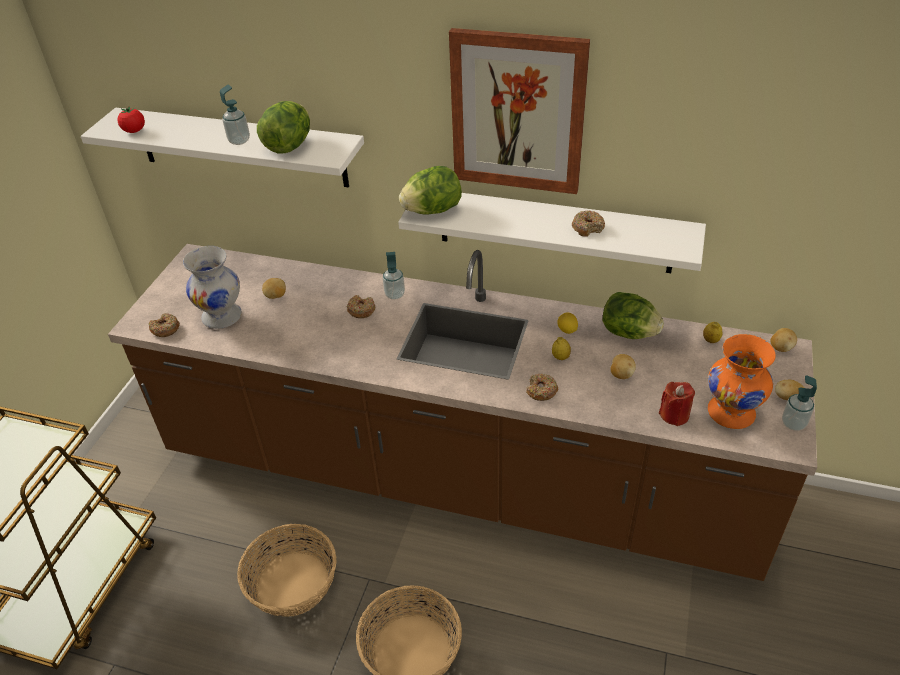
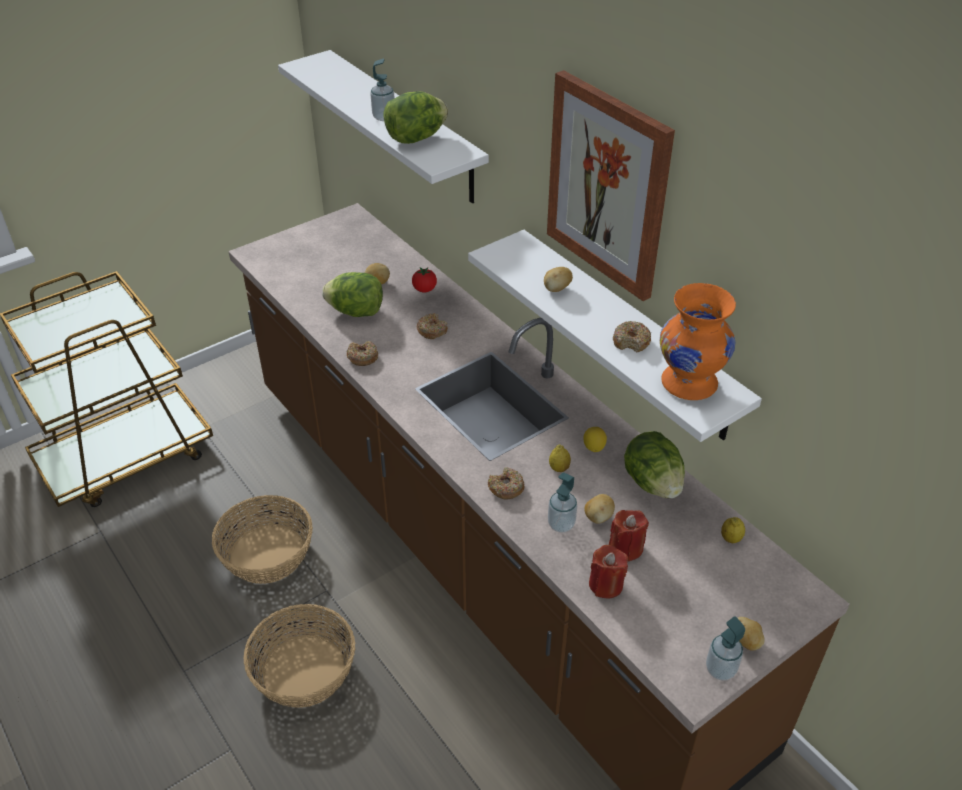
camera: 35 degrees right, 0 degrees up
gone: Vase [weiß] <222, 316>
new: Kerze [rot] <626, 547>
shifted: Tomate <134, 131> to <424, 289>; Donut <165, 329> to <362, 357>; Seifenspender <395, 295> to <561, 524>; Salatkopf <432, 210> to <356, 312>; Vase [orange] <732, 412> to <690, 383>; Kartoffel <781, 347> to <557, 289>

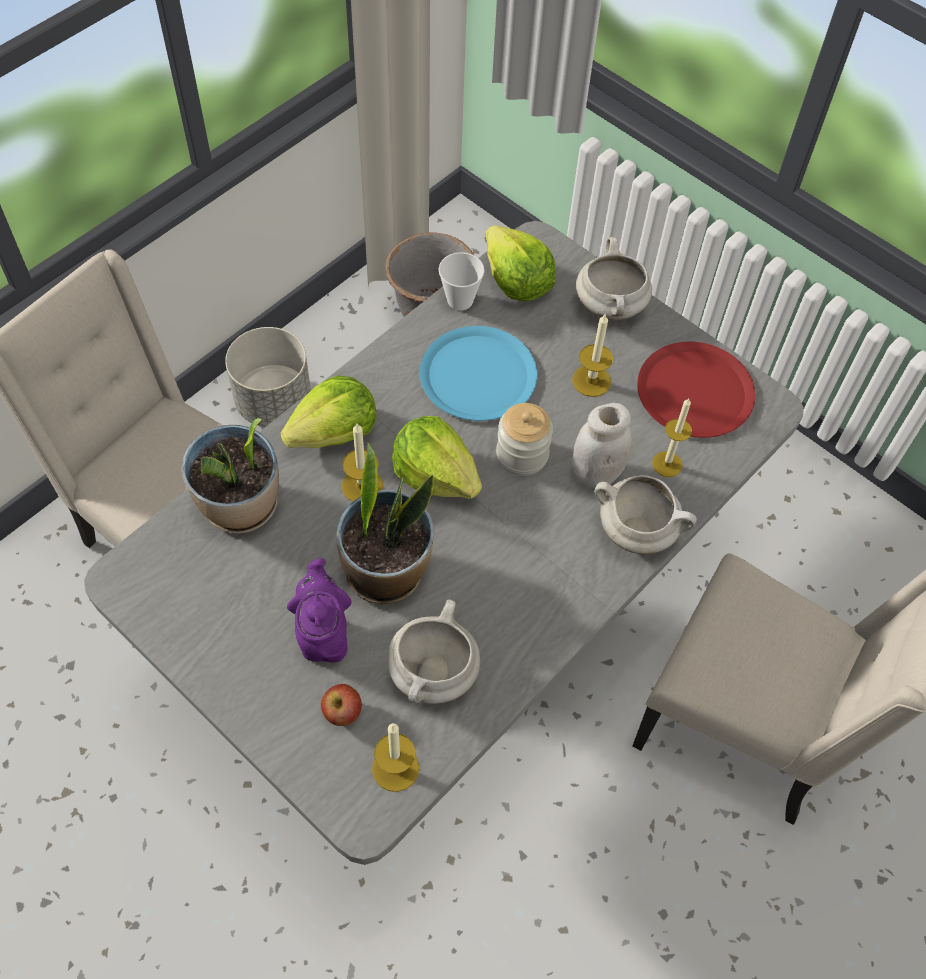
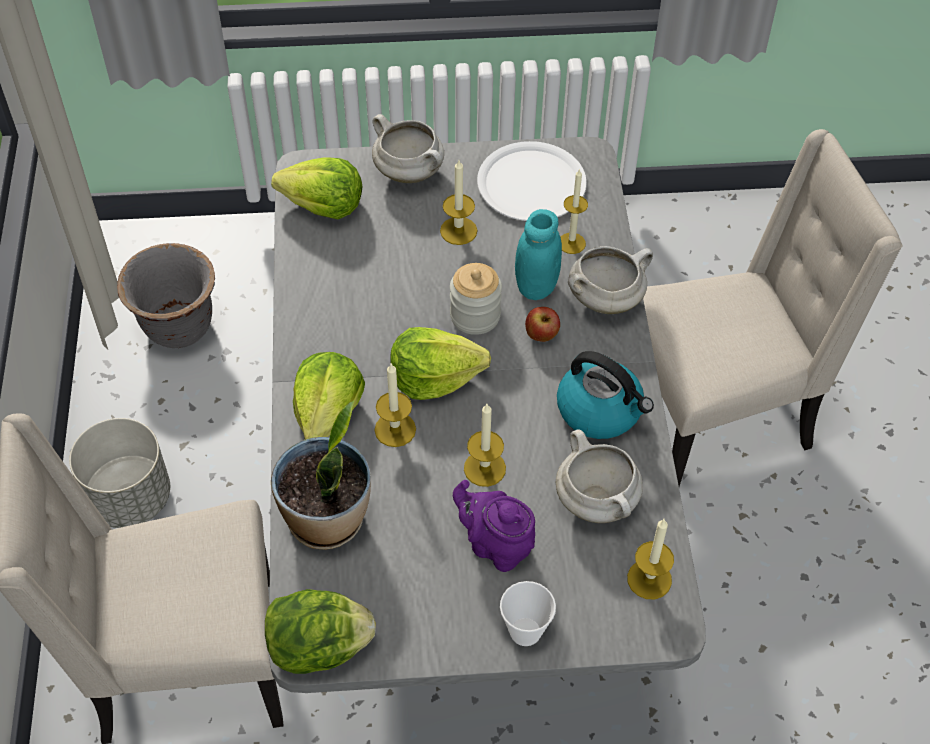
camera: 45 degrees left, 5 degrees down
gone: Teller [blau] <478, 375>
new: Salatkopf <318, 647>; Wasserkessel <600, 410>
shifted: Apfel <342, 713> to <541, 336>; Tasse <460, 300> to <525, 631>
swapped: Topfpflanze <386, 571> to Kerze <484, 468>
repainted: Vorratsglas [weiß] <596, 473> to Vorratsglas [türkis] <536, 286>; Teller [rot] <695, 391> to Teller [weiß] <531, 183>

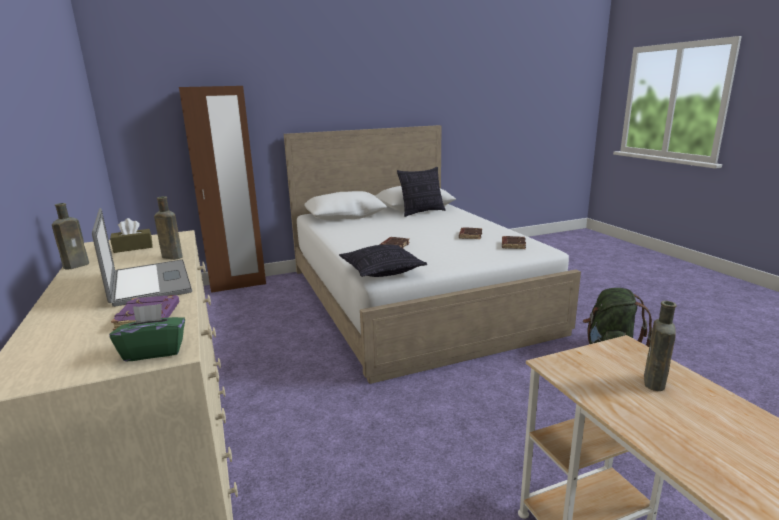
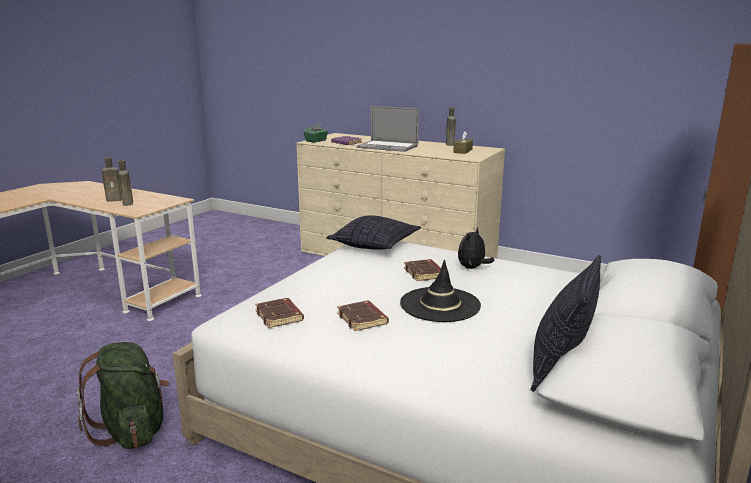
camera: 140 degrees right, 0 degrees up
new: Hut [schwarz] <440, 305>; Plüschtier <472, 268>
shifted: Flasche [braun] <171, 257> to <115, 200>

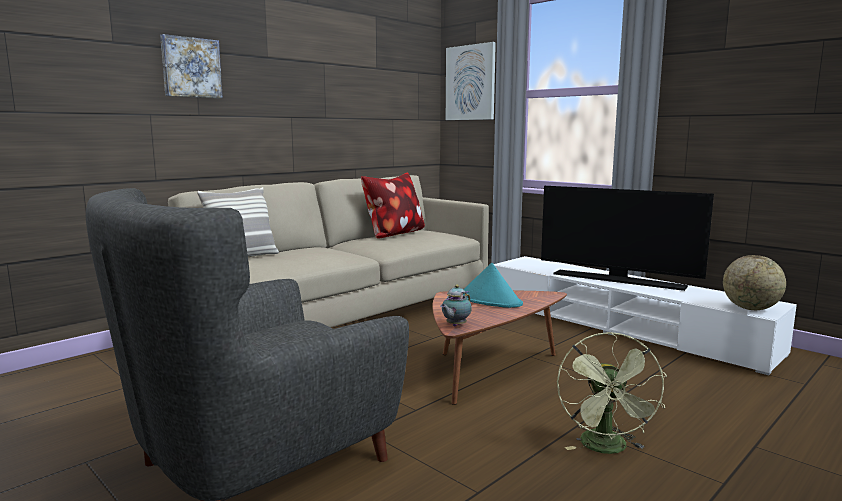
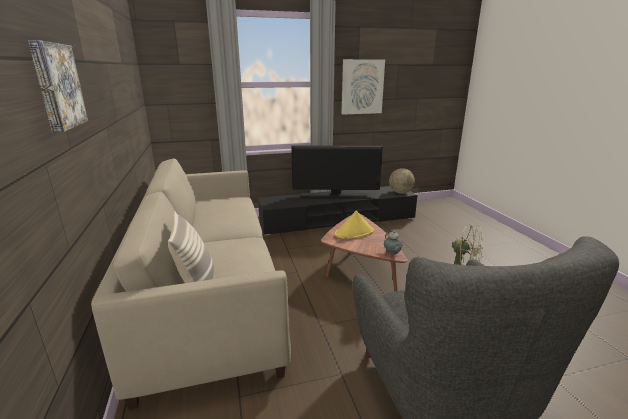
camera: 60 degrees left, 10 degrees up
gone: Kissen <393, 234>
shifted: Bild <470, 83> to <362, 87>
repainted: Hut [türkis] <490, 300> to Hut [gelb] <354, 233>; Fernsehschrank [weiß] <622, 327> to Fernsehschrank [schwarz] <338, 220>
rotated: Fernseher <618, 280> = <335, 196> 150 degrees counterclockwise

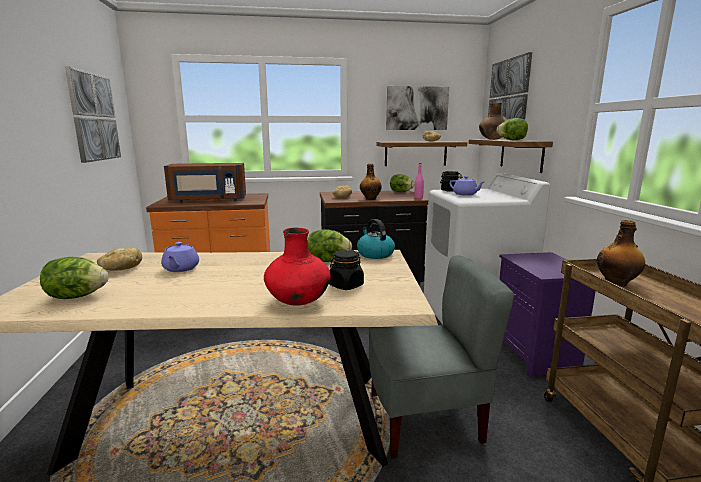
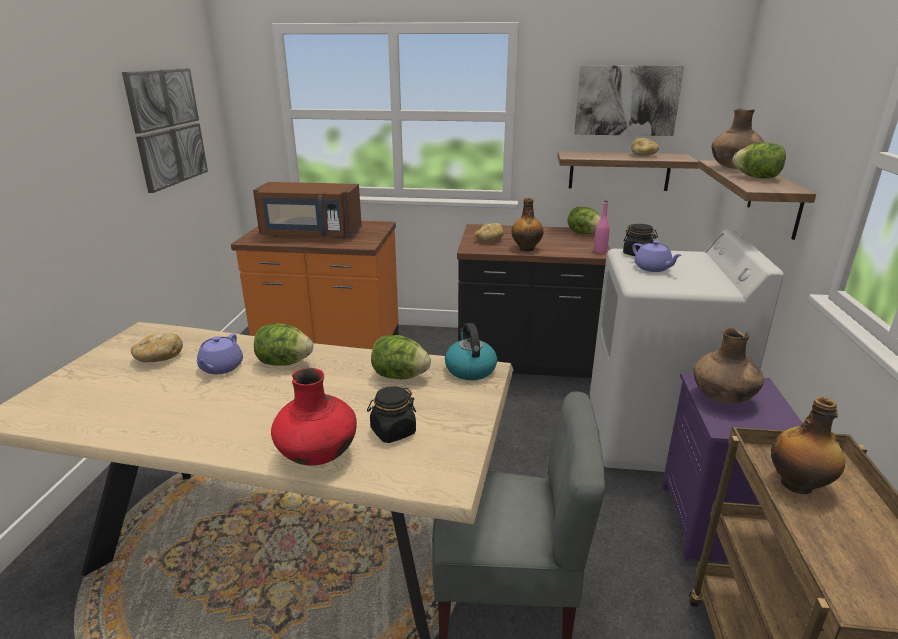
camera: 15 degrees right, 10 degrees up
gone: Bild <508, 96>
new: Vase [braun] <722, 398>
shifted: Salatkopf <77, 297> to <284, 363>

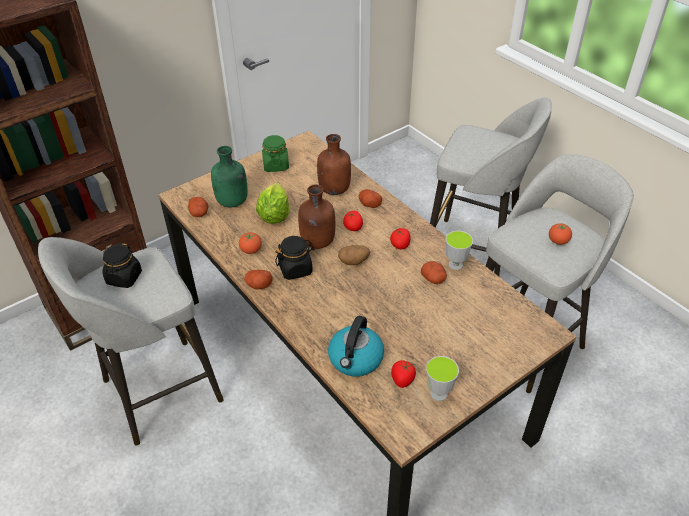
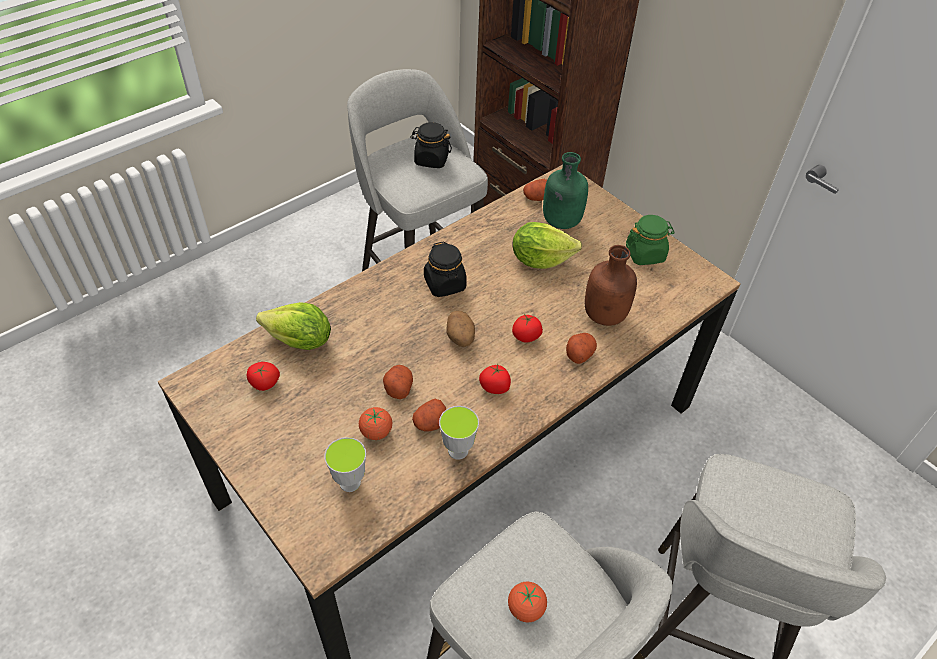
camera: 85 degrees right, 5 degrees up
gone: Flasche [braun] <317, 242>
shifted: Tomate <251, 250> to <376, 432>; Kartoffel <258, 285> to <398, 387>; Tasse <438, 394> to <350, 482>
swapped: Wasserkessel <355, 359> to Salatkopf <300, 341>

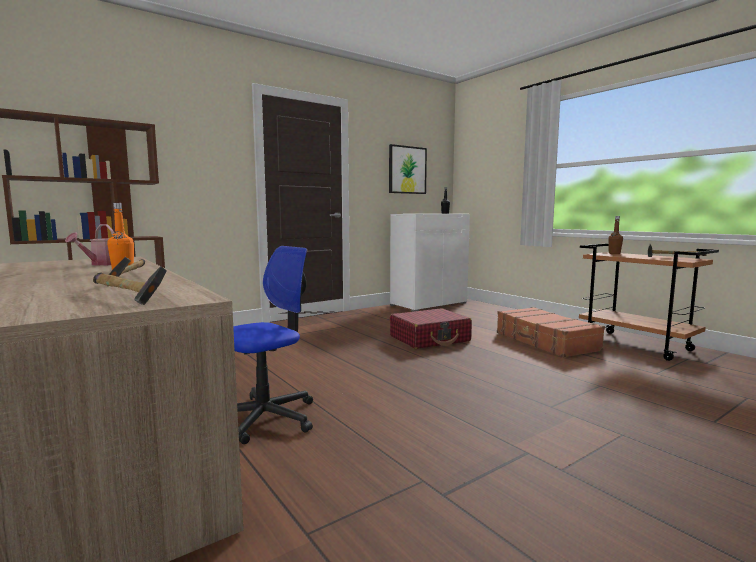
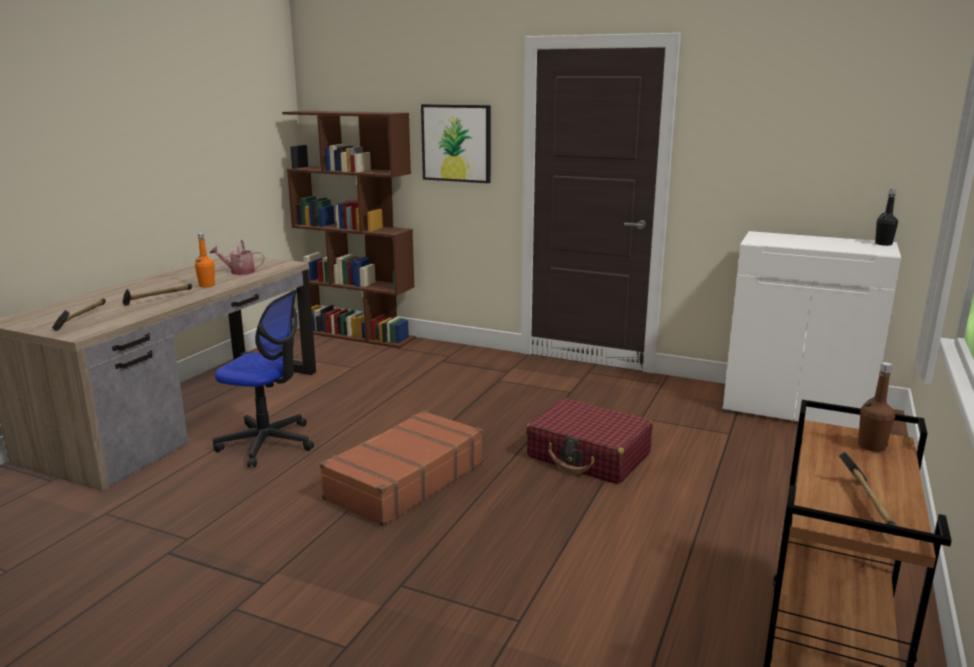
camera: 60 degrees right, 10 degrees up
shifted: Bild <407, 170> to <456, 143>; Koffer [braun] <545, 342> to <404, 481>

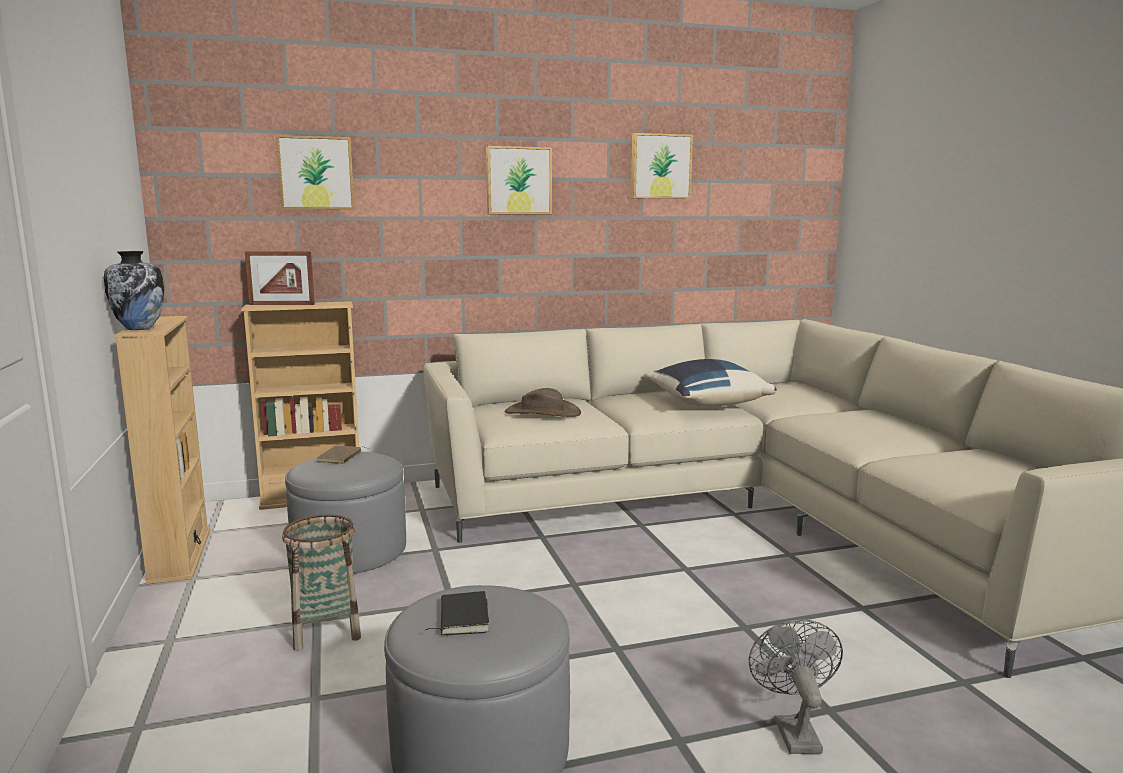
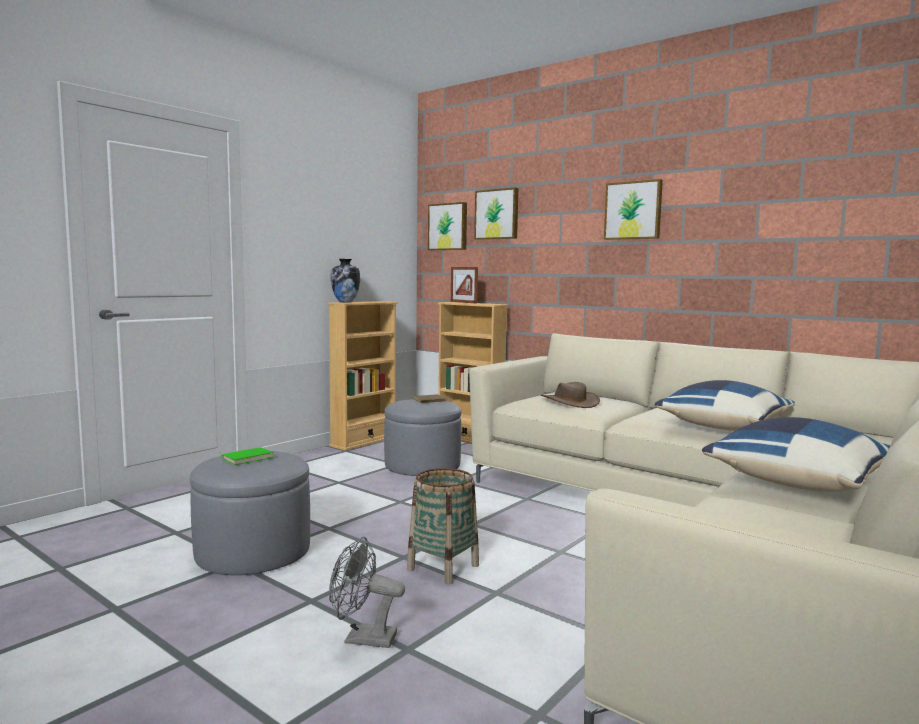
camera: 55 degrees right, 5 degrees down
new: Kissen [blau] <796, 482>
shifted: Korb <326, 630> to <443, 567>; Bild <660, 166> to <448, 227>
repainted: Buch [schwarz] <461, 617> to Buch [grün] <247, 458>
rotated: Ventilator [grau] <793, 730> = <362, 639> 135 degrees counterclockwise

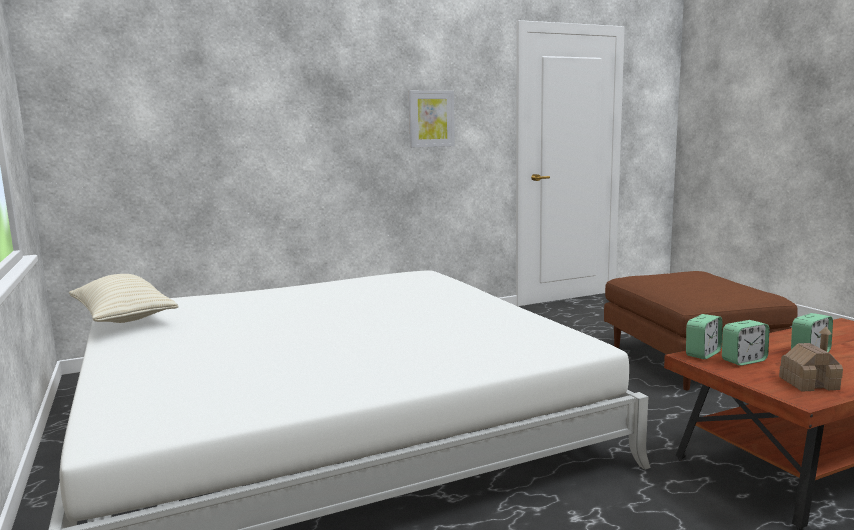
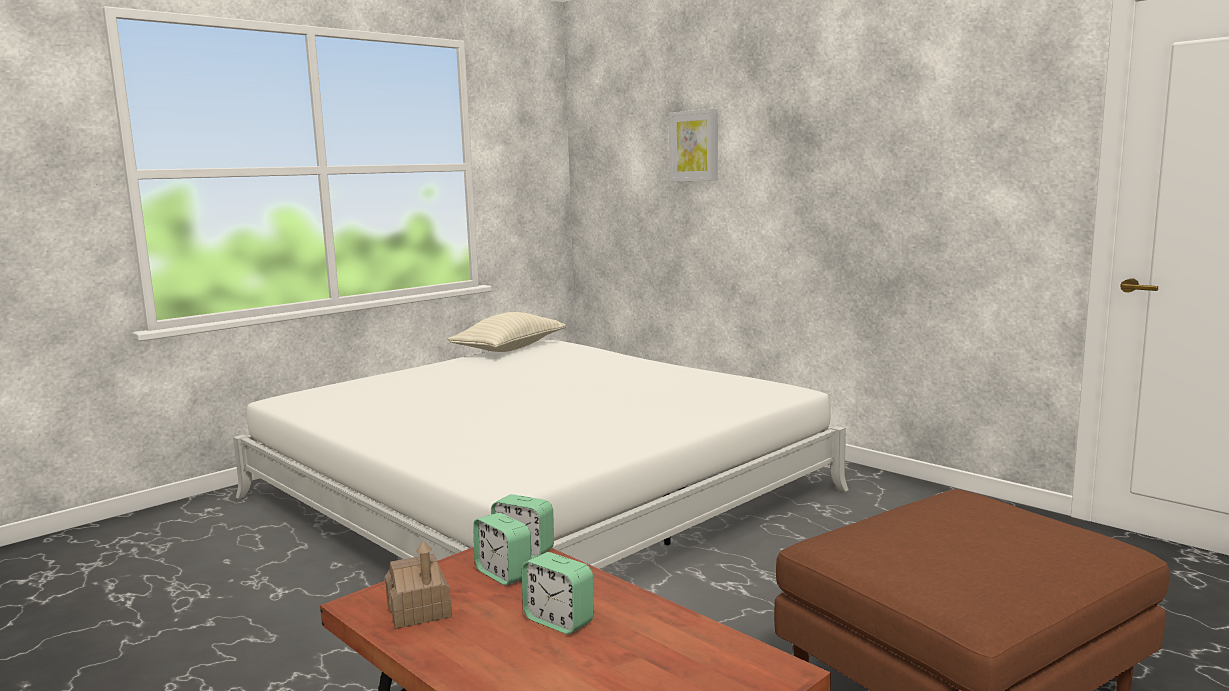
camera: 70 degrees right, 0 degrees up
shifted: Bild <431, 119> to <694, 146>

